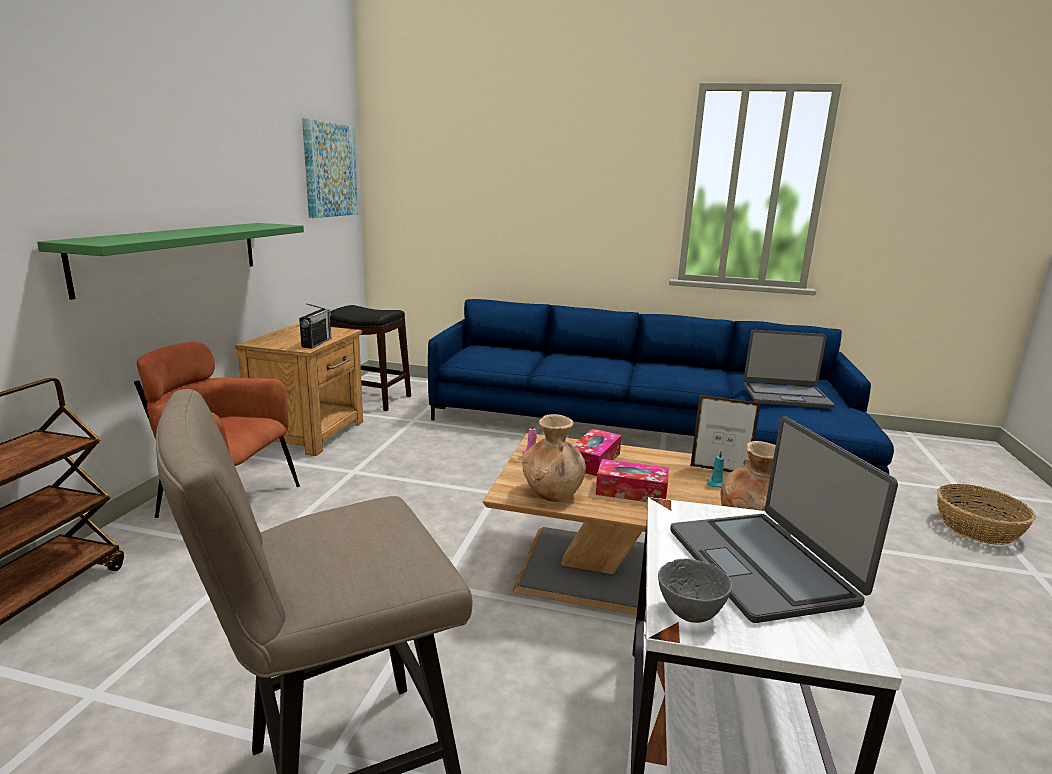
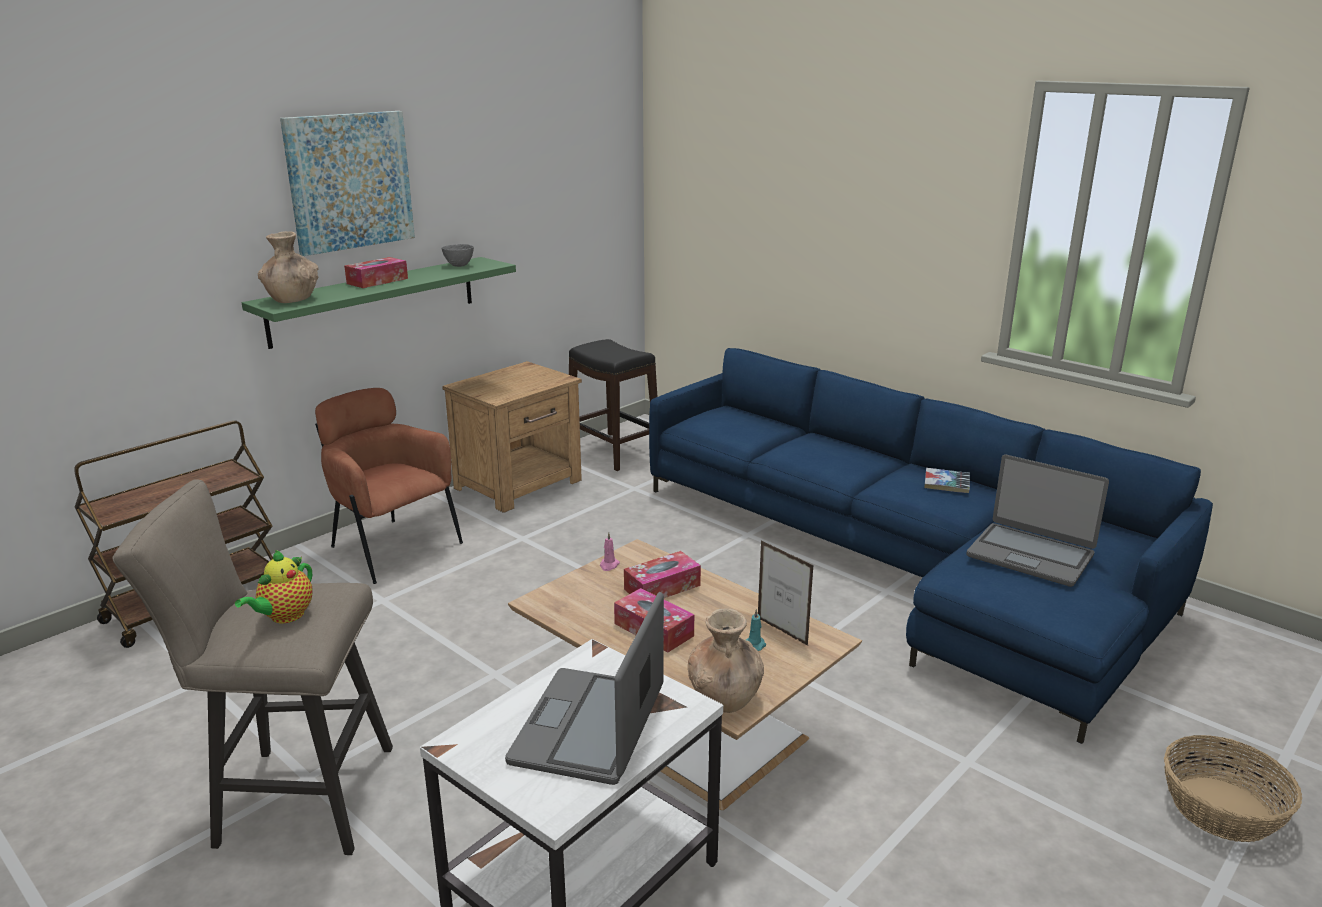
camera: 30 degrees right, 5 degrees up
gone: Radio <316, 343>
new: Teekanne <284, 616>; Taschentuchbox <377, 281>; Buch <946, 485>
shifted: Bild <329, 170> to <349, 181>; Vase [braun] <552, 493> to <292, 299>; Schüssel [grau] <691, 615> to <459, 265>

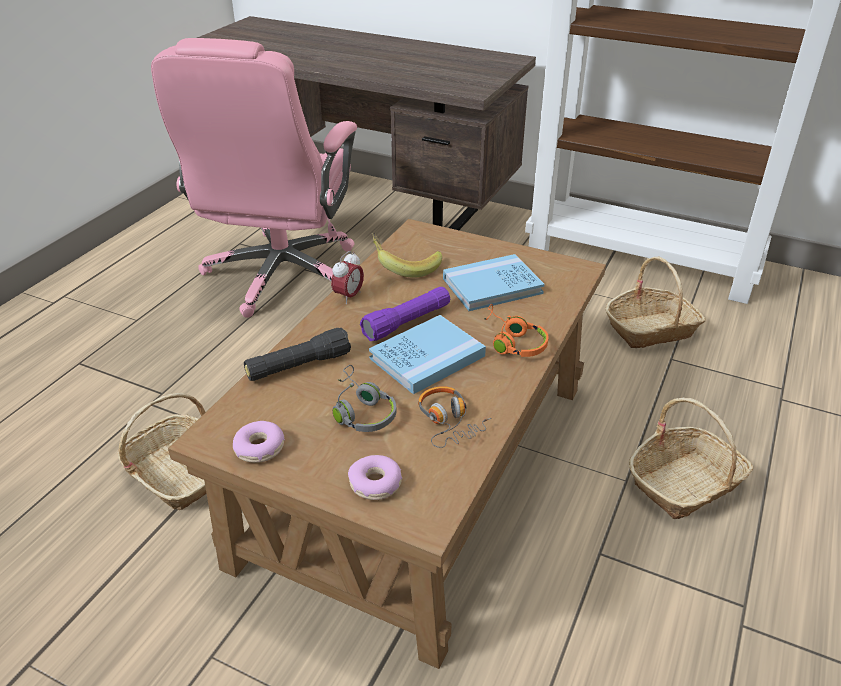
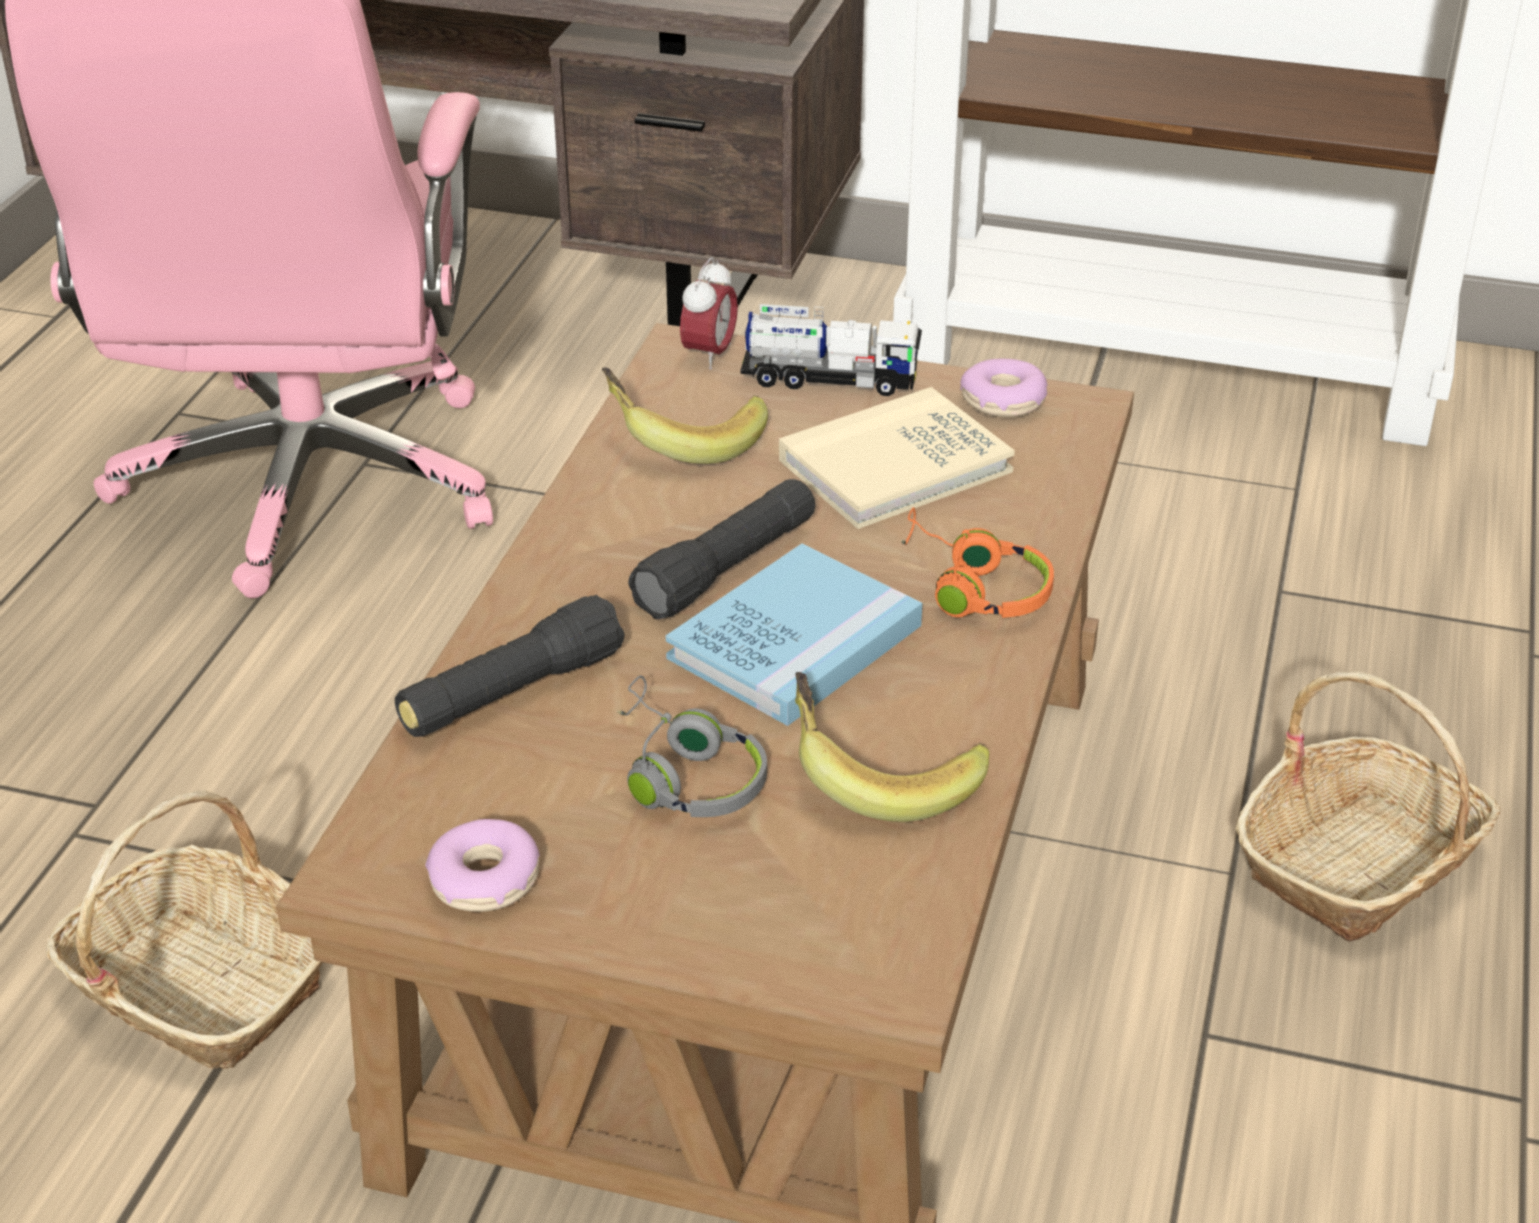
camera: 10 degrees left, 0 degrees up
gone: Korb <651, 329>
new: Spielzeuglaster <830, 379>
shifted: Wecker <348, 296> to <709, 355>; Donut <375, 484> to <1003, 401>
swapped: Kopfhörer <448, 422> to Banane <880, 776>
repainted: Taschenlampe [lila] <407, 322> to Taschenlampe [schwarz] <727, 569>; Buch [blau] <492, 286> to Buch [beige] <895, 466>

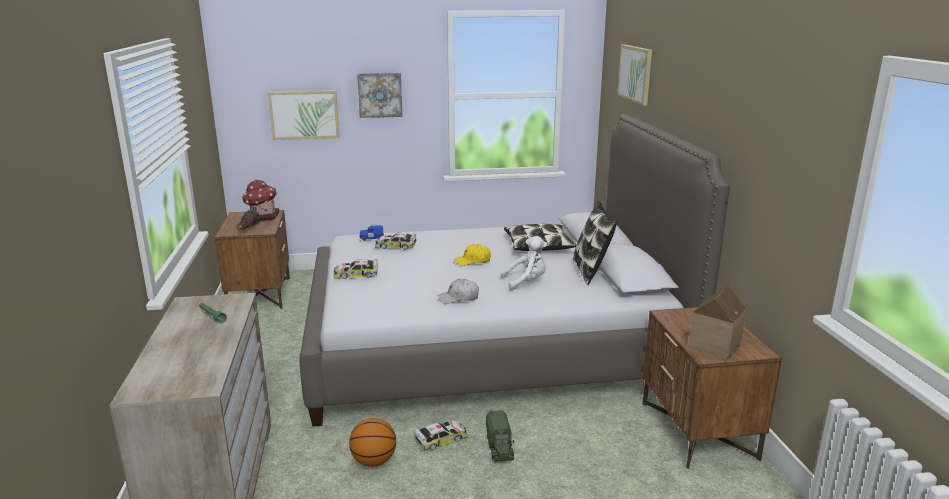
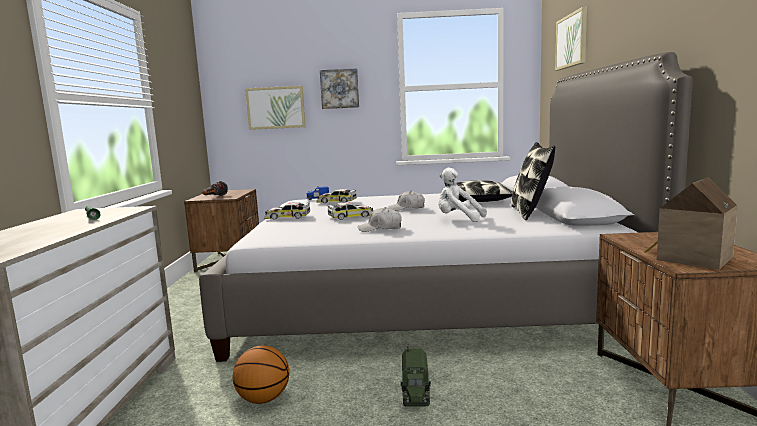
camera: 10 degrees right, 10 degrees down
gone: Spielzeughaus <262, 216>
shifted: Spielzeugauto <441, 439> to <351, 217>
repainted: Kappe [gelb] <473, 261> to Kappe [weiß] <407, 208>
rotated: Plüschtier [weiß] <526, 282> = <458, 219> 150 degrees counterclockwise

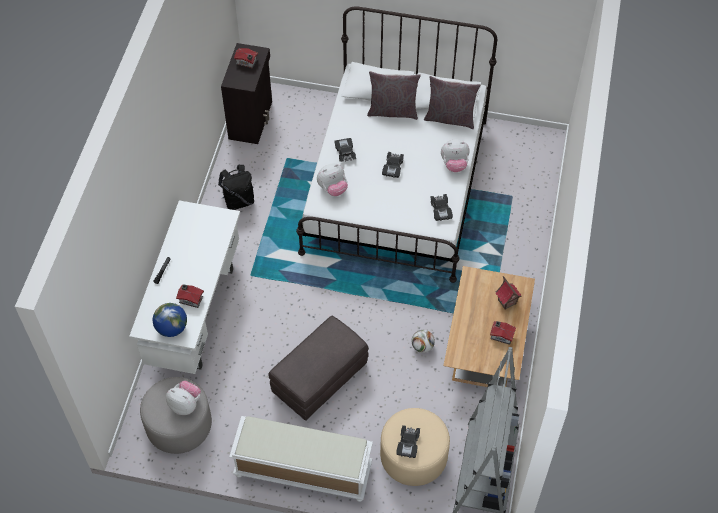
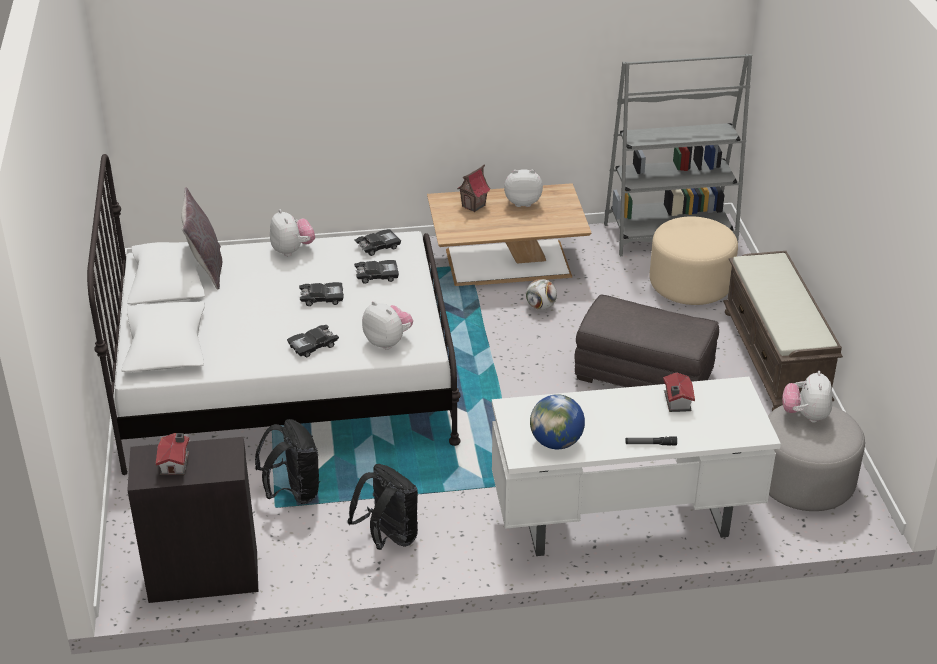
camera: 110 degrees left, 20 degrees down
gone: Kissen [grau] <393, 111>
new: Rucksack [schwarz] <293, 492>
shifted: Globus <172, 328> to <556, 442>; Spielzeugauto [schwarz] <408, 444> to <376, 275>
swapped: Spielzeughaus <501, 335> to Plüschtier <522, 202>
repainted: Bank [weiß] <302, 471> to Bank [braun] <776, 359>

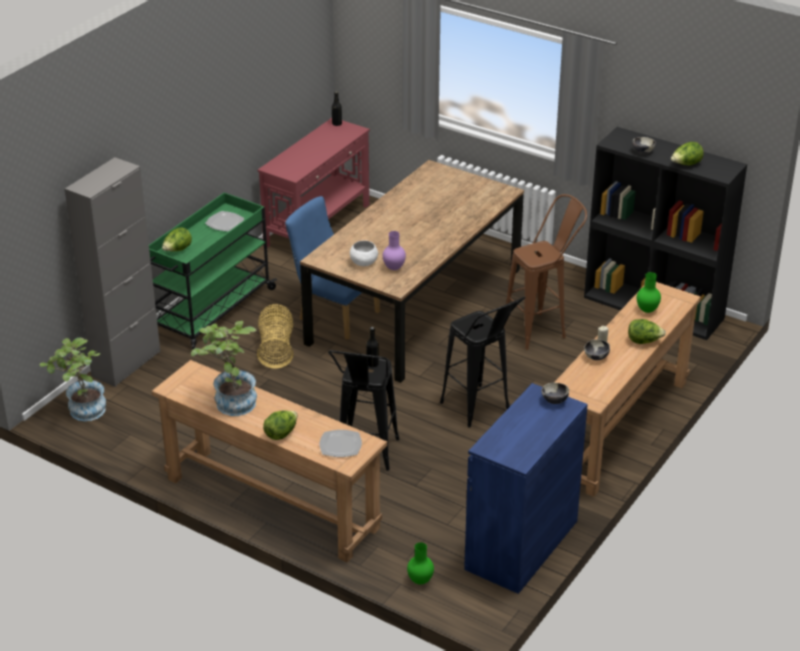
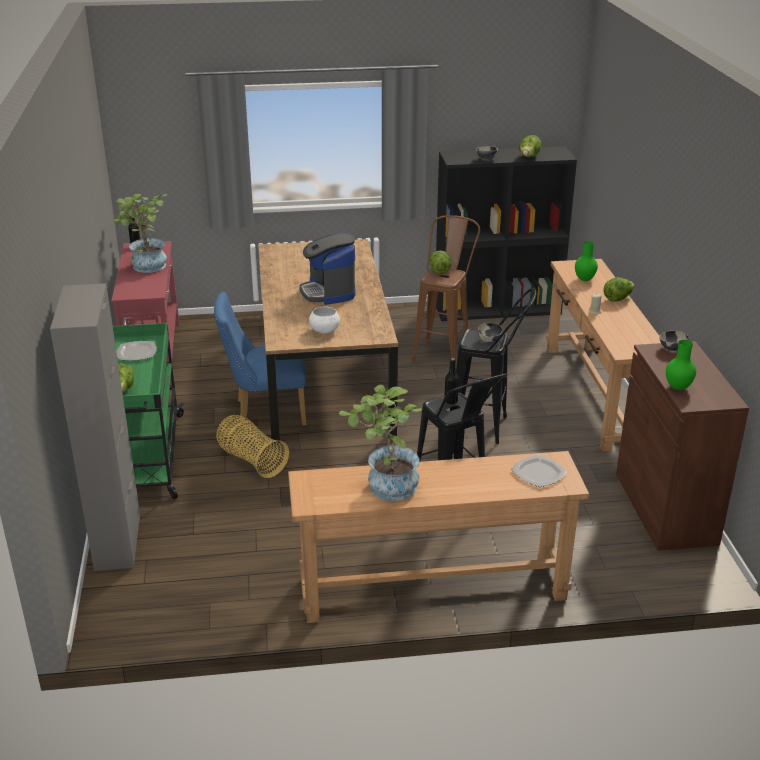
camera: 40 degrees left, 5 degrees down
gone: Vase [lila] <394, 268>
new: Kaffeemaschine <328, 292>
shifted: Topfpflanze <82, 412> to <146, 268>; Salatkopf <281, 433> to <439, 270>; Vase [grün] <420, 580> to <677, 387>; Schüssel <596, 357> to <489, 340>
repainted: Schrank [blau] <521, 545> to Schrank [braun] <665, 508>

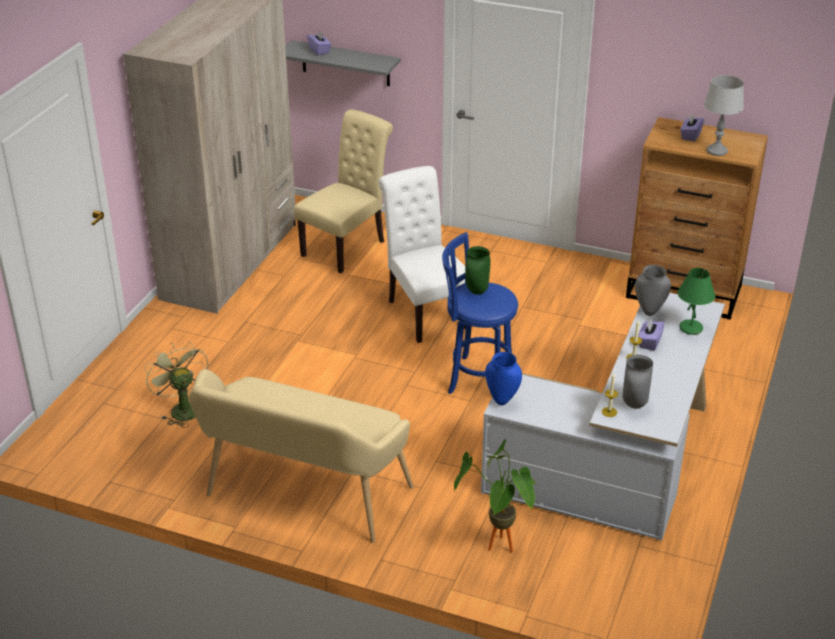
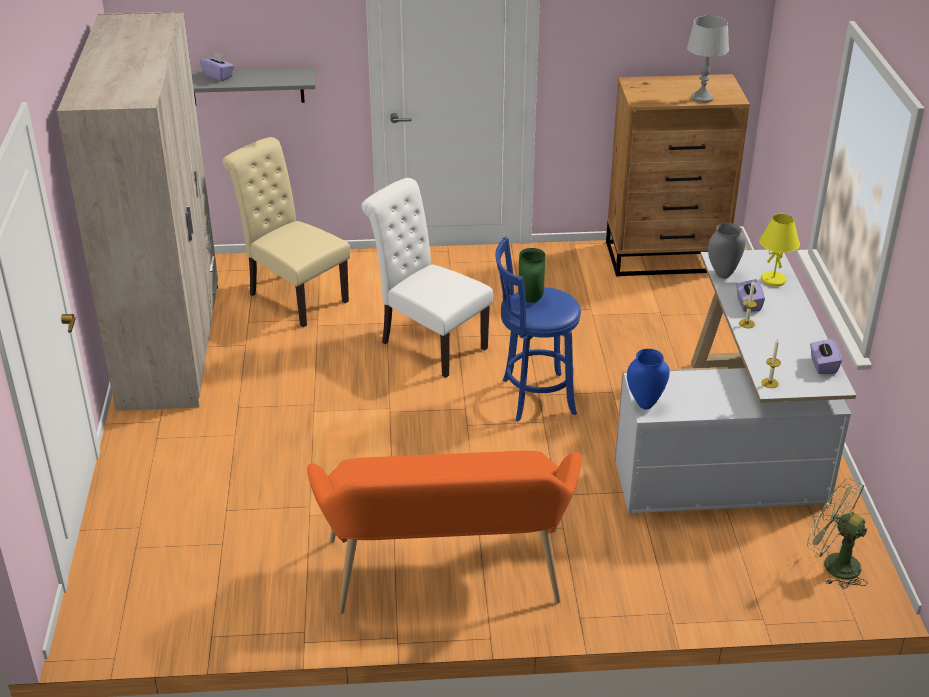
camera: 25 degrees left, 0 degrees up
gone: Topfpflanze <498, 551>; Vase [grau] <633, 404>
shifted: Ventilator [grün] <181, 409> to <833, 564>; Taschentuchbox [lila] <690, 135> to <822, 365>
repainted: Bank [beige] <302, 496> to Bank [orange] <446, 579>; Tischlampe [grün] <691, 328> to Tischlampe [gelb] <774, 280>
rotated: Stuhl [beige] <347, 246> = <293, 296> 60 degrees counterclockwise

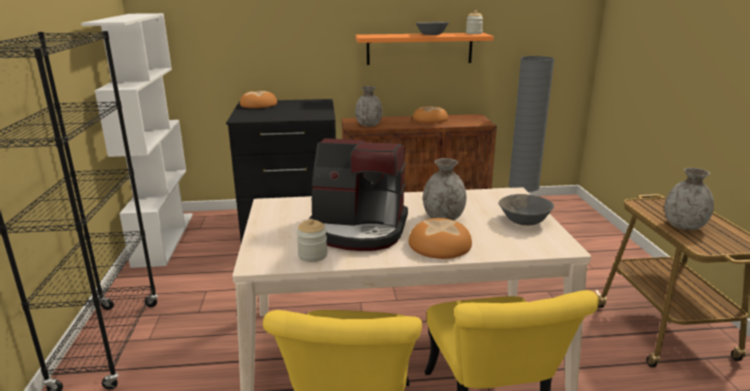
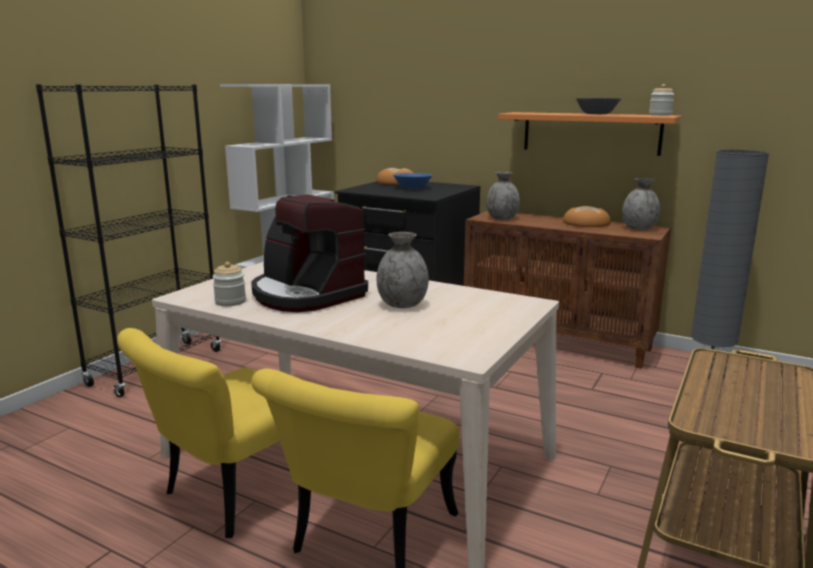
camera: 35 degrees right, 5 degrees down
gone: Brot <439, 244>; Schüssel [grau] <525, 221>
new: Schüssel [blau] <412, 188>
shifted: Vase [grau] <684, 226> to <639, 229>

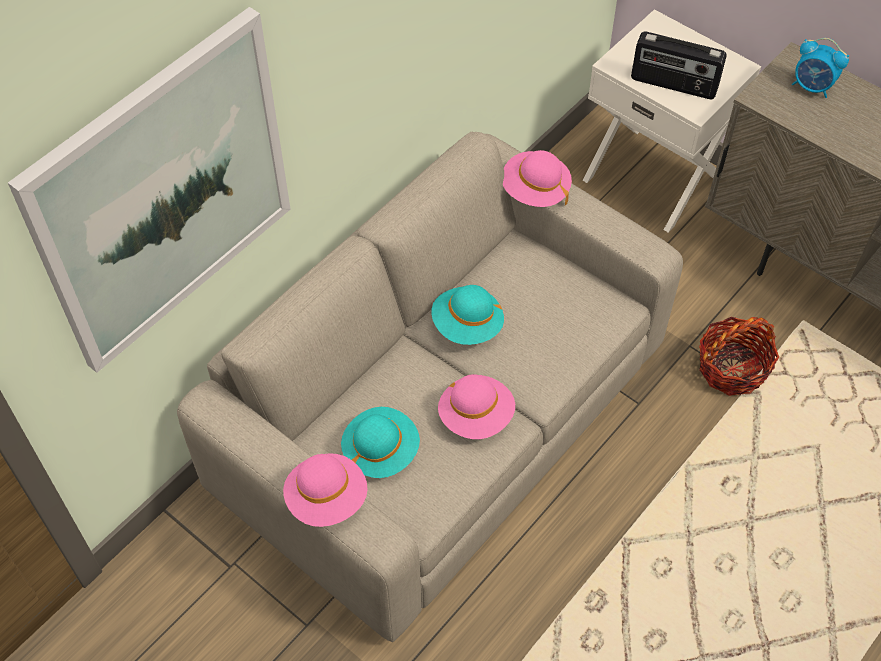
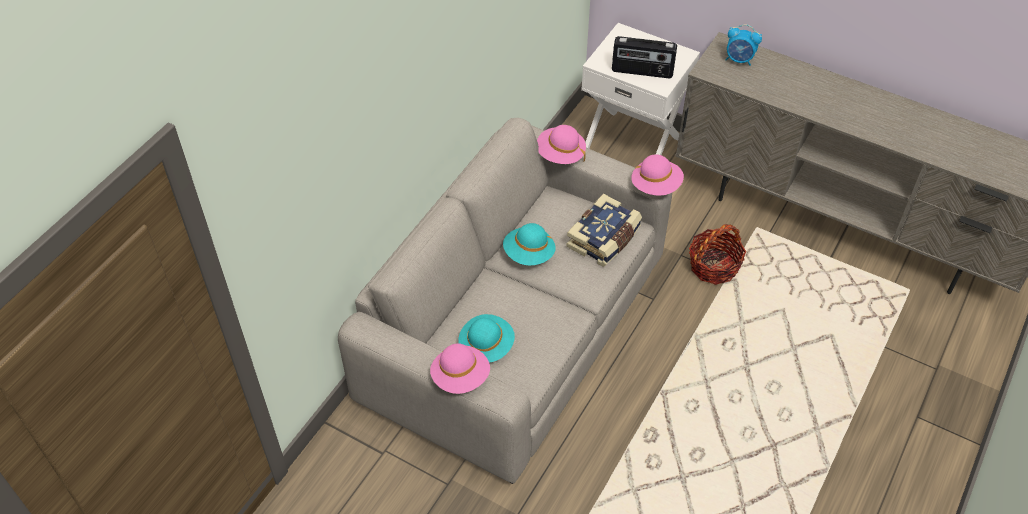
camera: 10 degrees left, 5 degrees down
gone: Bild <164, 194>
new: Buch <604, 239>
shifted: Hut [rosa] <476, 416> to <656, 186>

